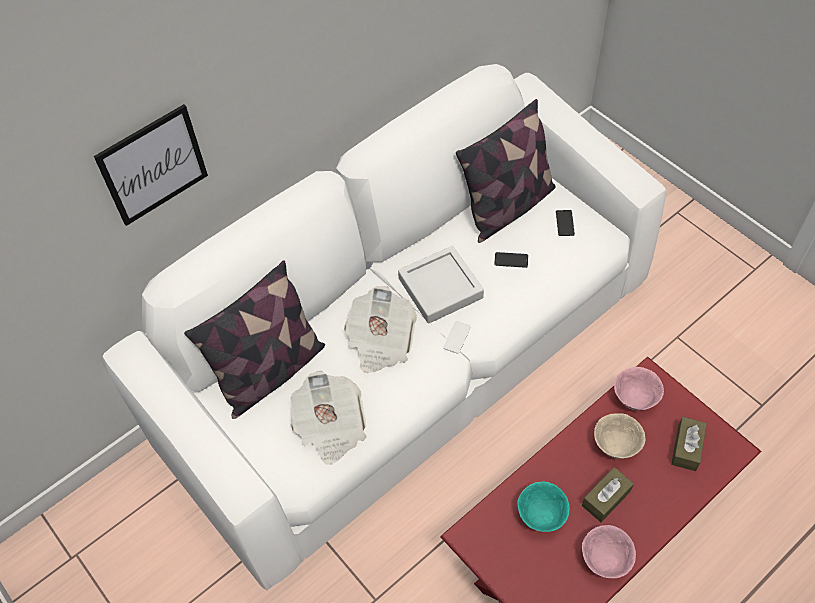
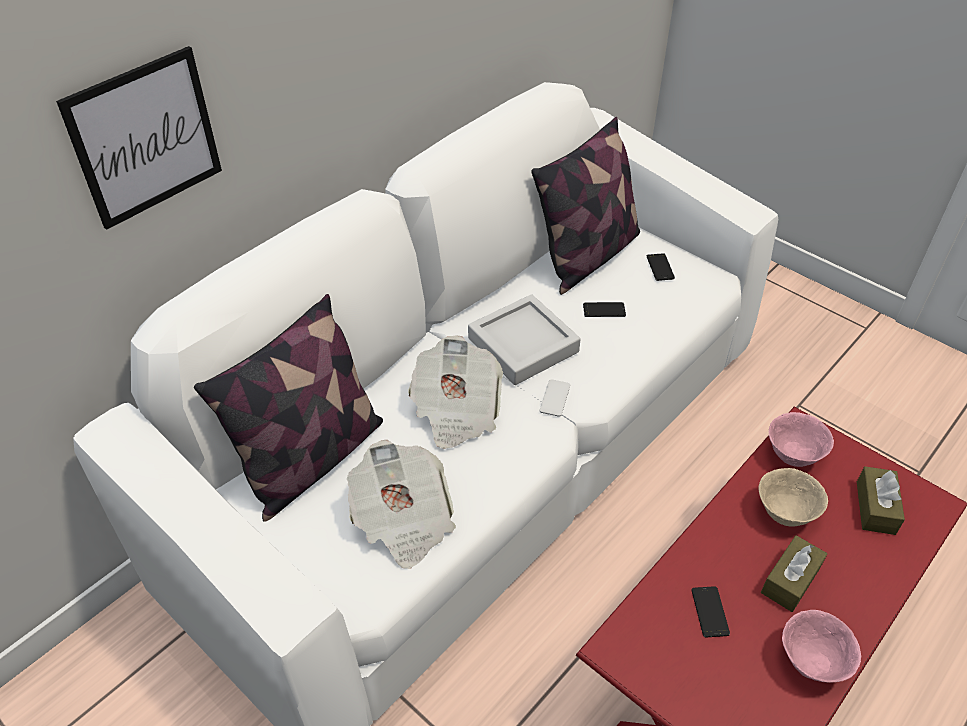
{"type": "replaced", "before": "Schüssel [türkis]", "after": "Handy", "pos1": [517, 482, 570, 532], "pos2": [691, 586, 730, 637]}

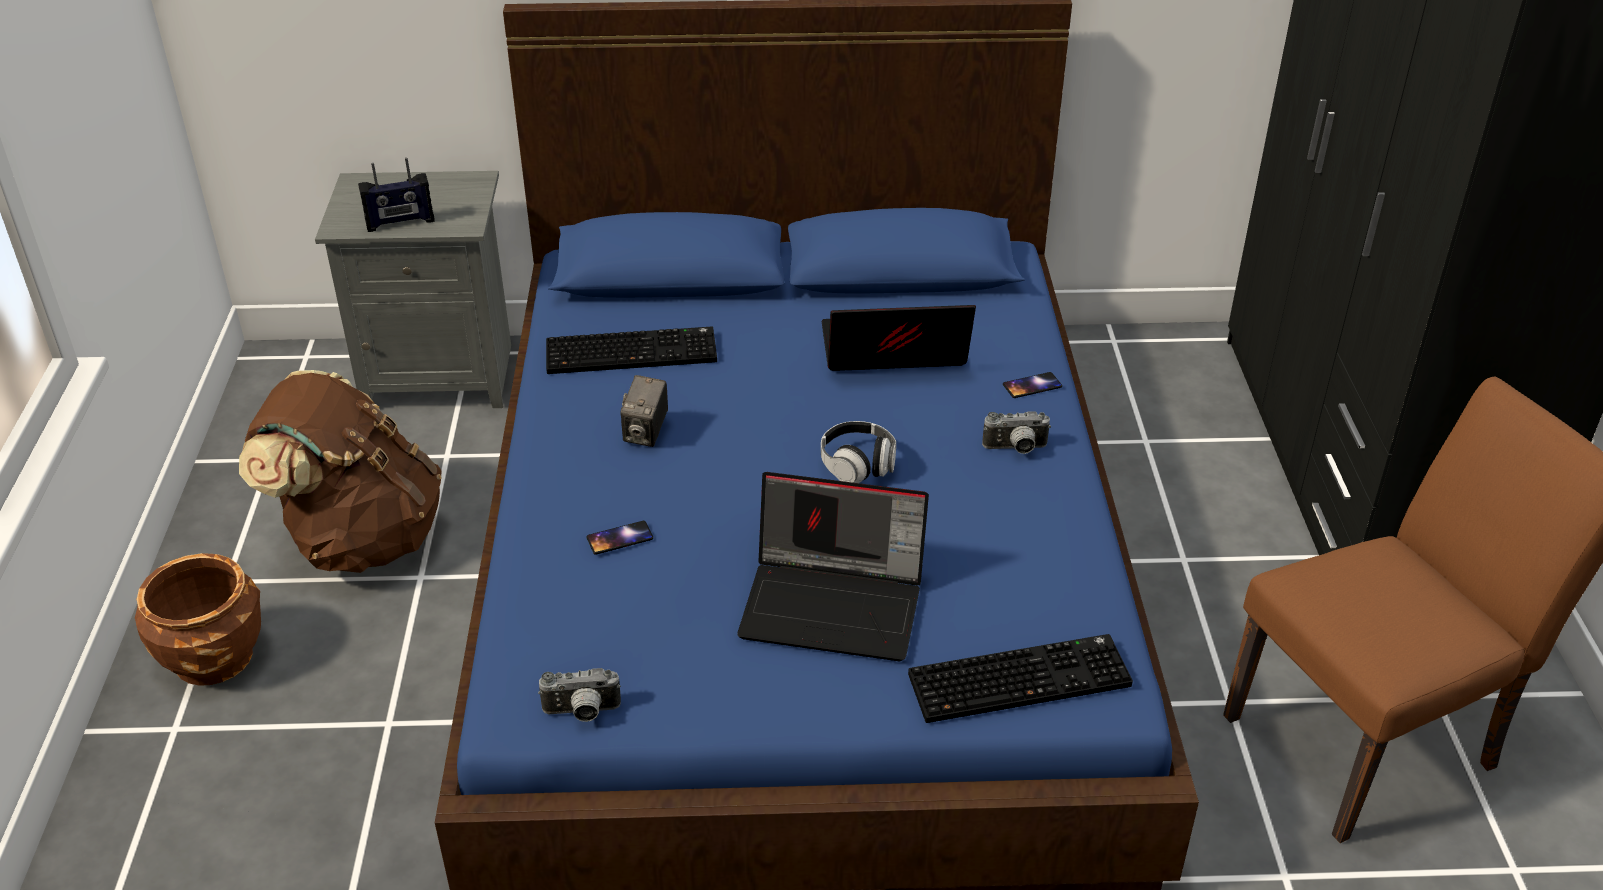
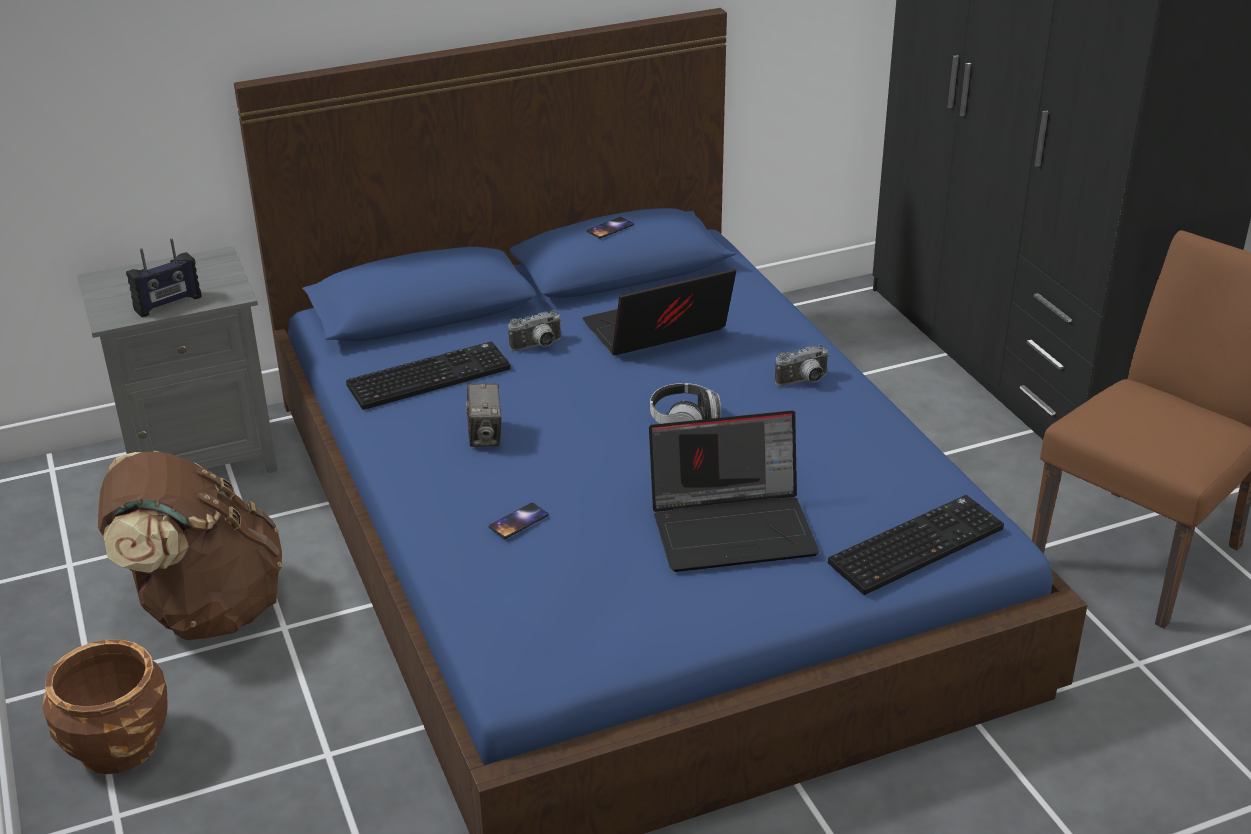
{"type": "moved", "before": "Kamera", "pos1": [538, 668, 621, 722], "pos2": [508, 310, 562, 351]}
{"type": "moved", "before": "Handy", "pos1": [1003, 372, 1062, 398], "pos2": [587, 217, 634, 239]}

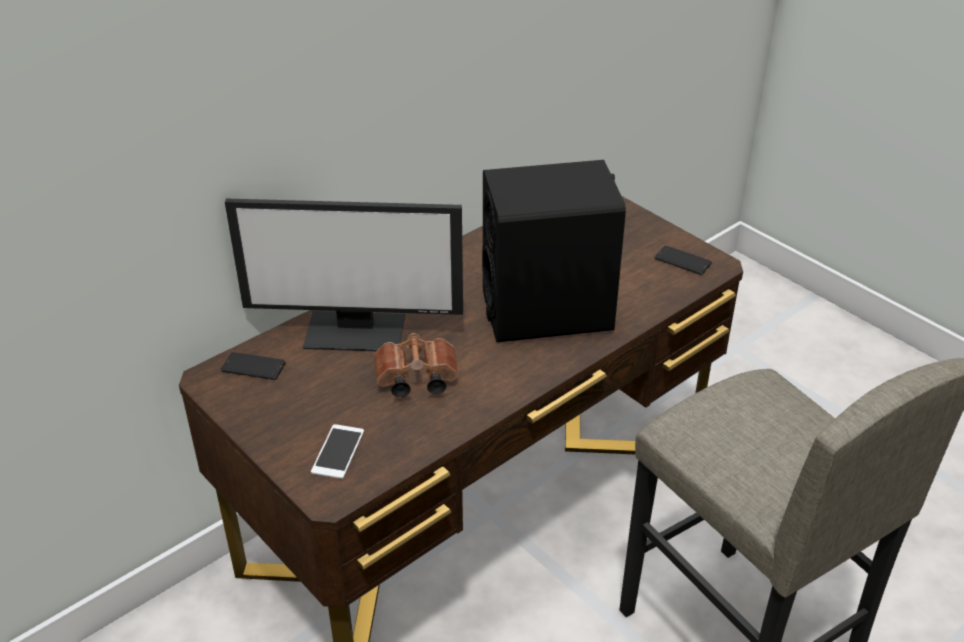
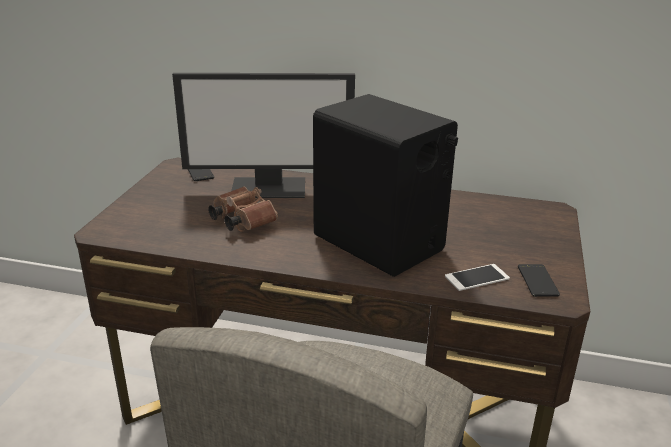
{"type": "moved", "before": "Handy", "pos1": [311, 424, 364, 479], "pos2": [445, 264, 510, 291]}
{"type": "turned", "before": "Monitor", "pos1": [225, 199, 463, 351], "pos2": [172, 73, 355, 198], "turn": -60}

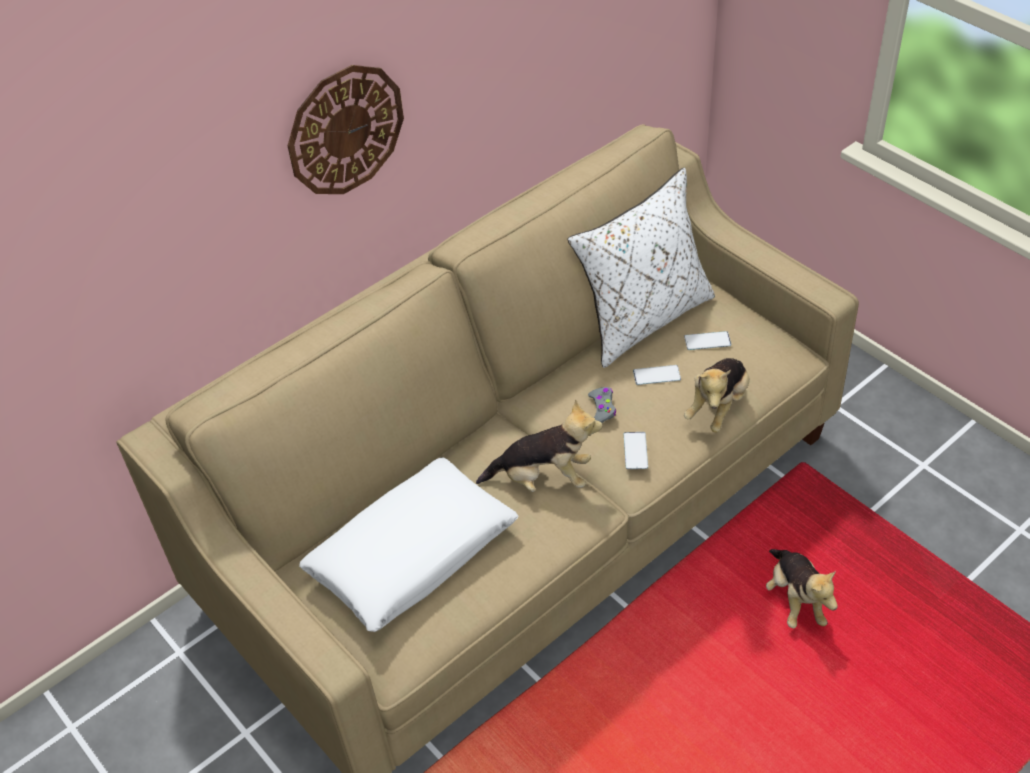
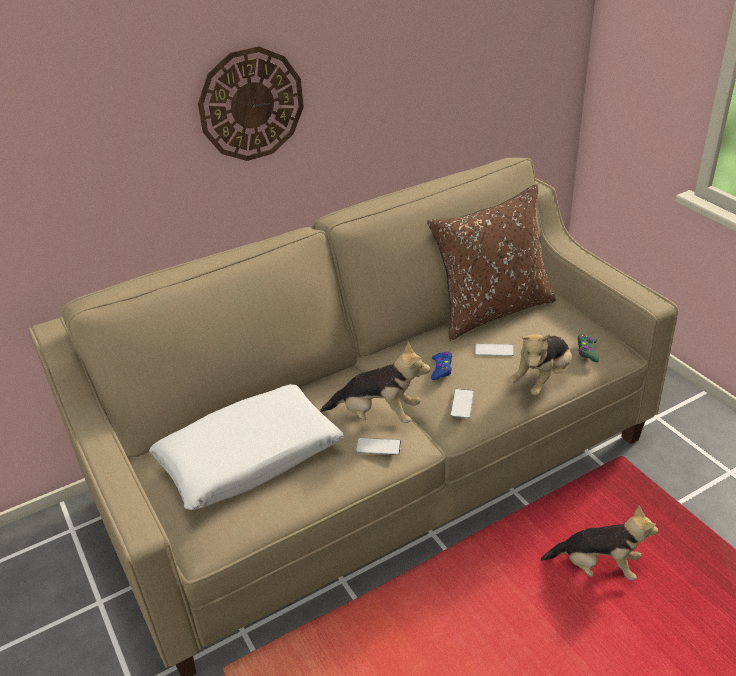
{"type": "added", "after": "Gamepad [grün]", "pos2": [578, 334, 599, 362]}
{"type": "moved", "before": "Handy", "pos1": [684, 331, 731, 350], "pos2": [356, 438, 401, 455]}
{"type": "recoloured", "before": "Kissen [weiß]", "after": "Kissen [braun]", "pos1": [568, 168, 715, 368], "pos2": [427, 184, 556, 340]}
{"type": "recoloured", "before": "Gamepad [grau]", "after": "Gamepad [blau]", "pos1": [588, 387, 616, 423], "pos2": [431, 352, 452, 380]}
{"type": "turned", "before": "Plüschtier", "pos1": [766, 549, 838, 628], "pos2": [541, 505, 658, 580], "turn": -75}

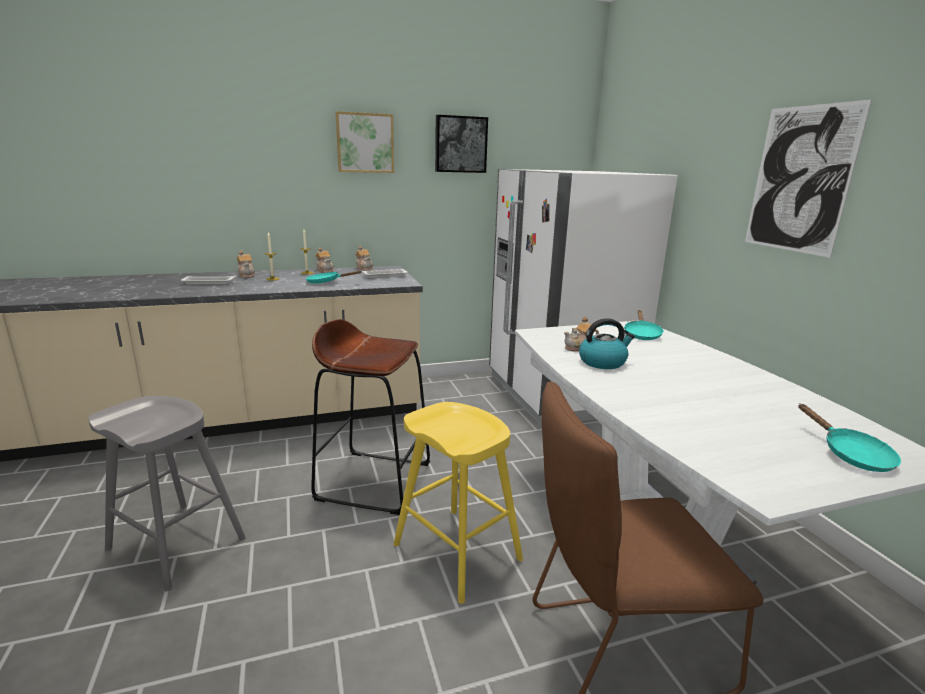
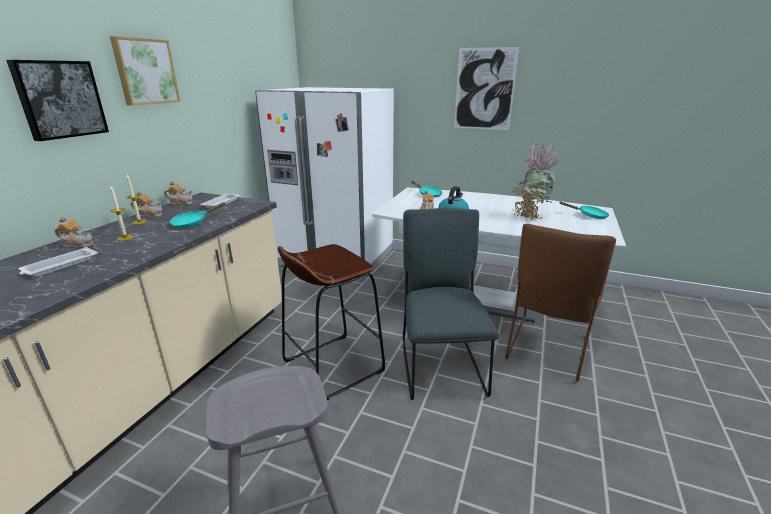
{"type": "added", "after": "Topfpflanze", "pos2": [512, 144, 560, 221]}
{"type": "moved", "before": "Bild", "pos1": [435, 115, 488, 173], "pos2": [6, 60, 109, 141]}
{"type": "replaced", "before": "Hocker [gelb]", "after": "Stuhl [grau]", "pos1": [393, 402, 523, 604], "pos2": [403, 208, 499, 400]}

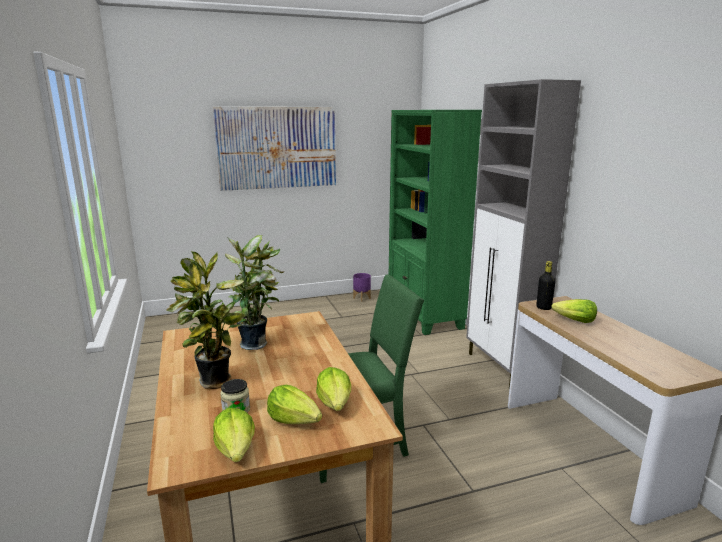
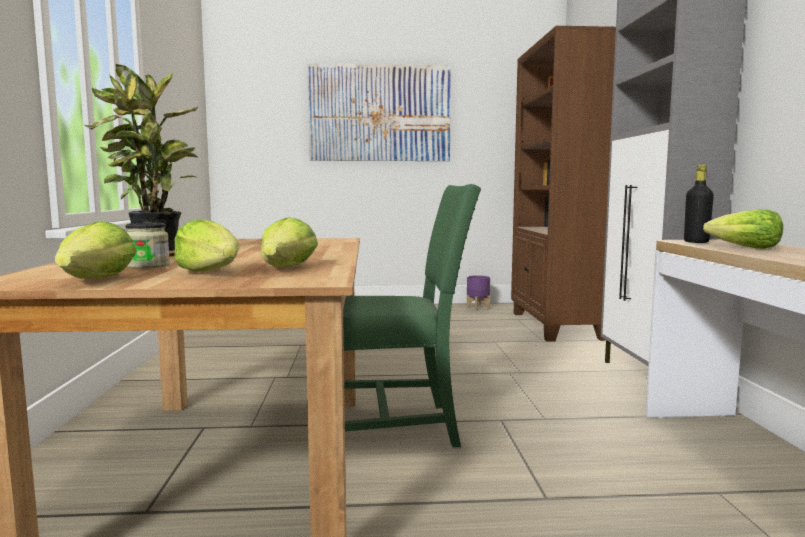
{"type": "removed", "before": "Topfpflanze", "pos1": [223, 235, 283, 350]}
{"type": "recoloured", "before": "Bücherregal [grün]", "after": "Bücherregal [braun]", "pos1": [389, 110, 482, 335], "pos2": [511, 26, 616, 342]}

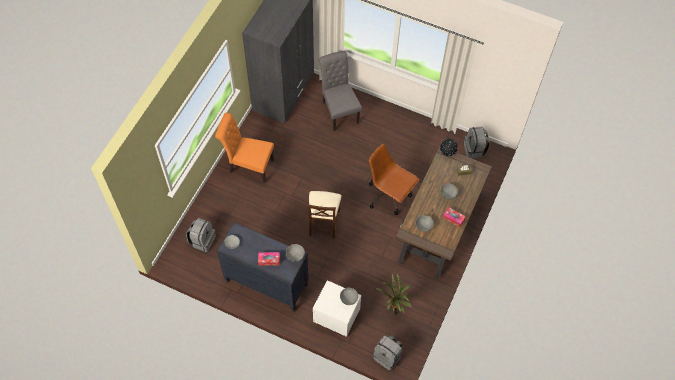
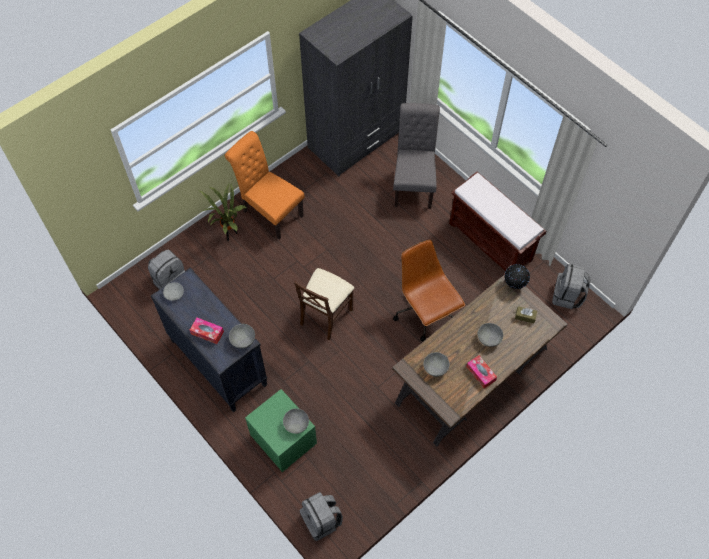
{"type": "added", "after": "Bank [braun]", "pos2": [449, 172, 546, 271]}
{"type": "moved", "before": "Topfpflanze", "pos1": [375, 274, 412, 315], "pos2": [200, 184, 248, 241]}
{"type": "recoloured", "before": "Nachttisch [weiß]", "after": "Nachttisch [grün]", "pos1": [313, 280, 362, 337], "pos2": [245, 389, 317, 472]}

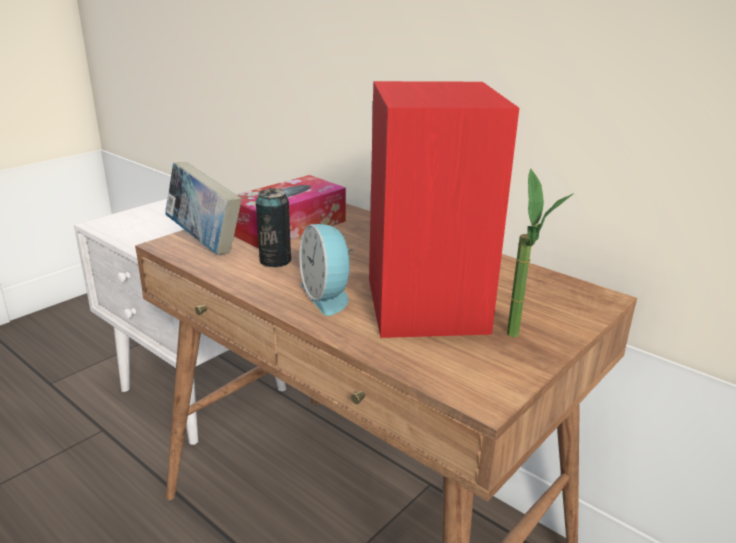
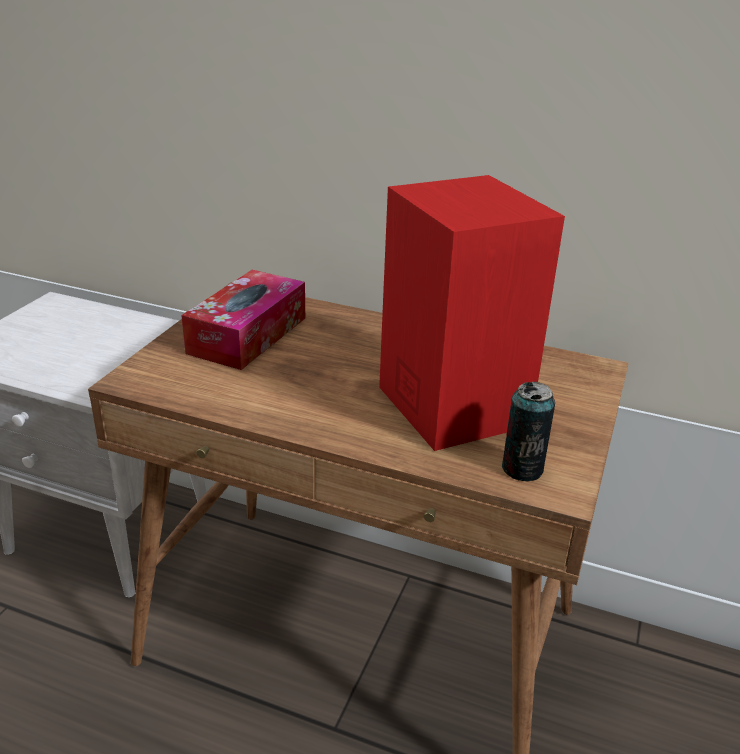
{"type": "removed", "before": "Buch", "pos1": [165, 162, 242, 255]}
{"type": "removed", "before": "Wecker", "pos1": [299, 224, 354, 316]}
{"type": "removed", "before": "Topfpflanze", "pos1": [507, 168, 574, 337]}
{"type": "moved", "before": "Dose", "pos1": [256, 188, 291, 267], "pos2": [502, 382, 555, 481]}

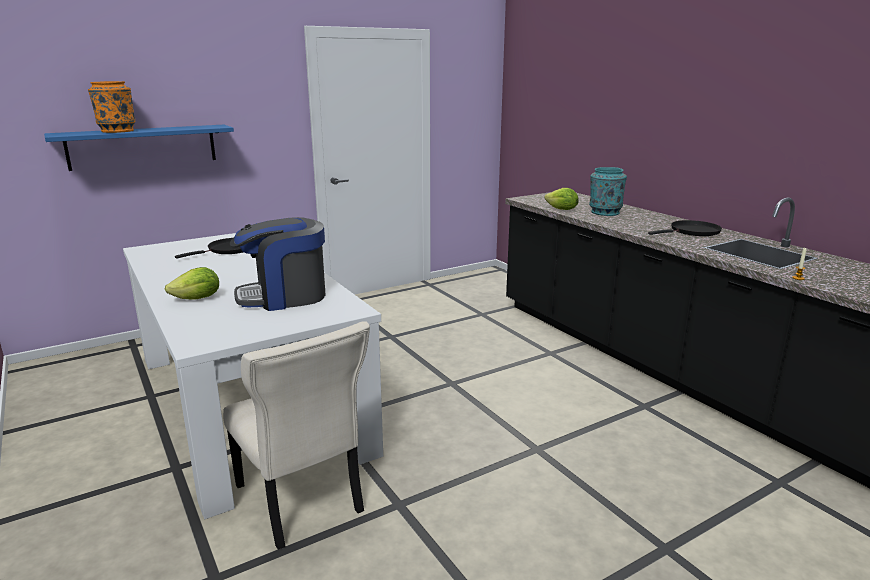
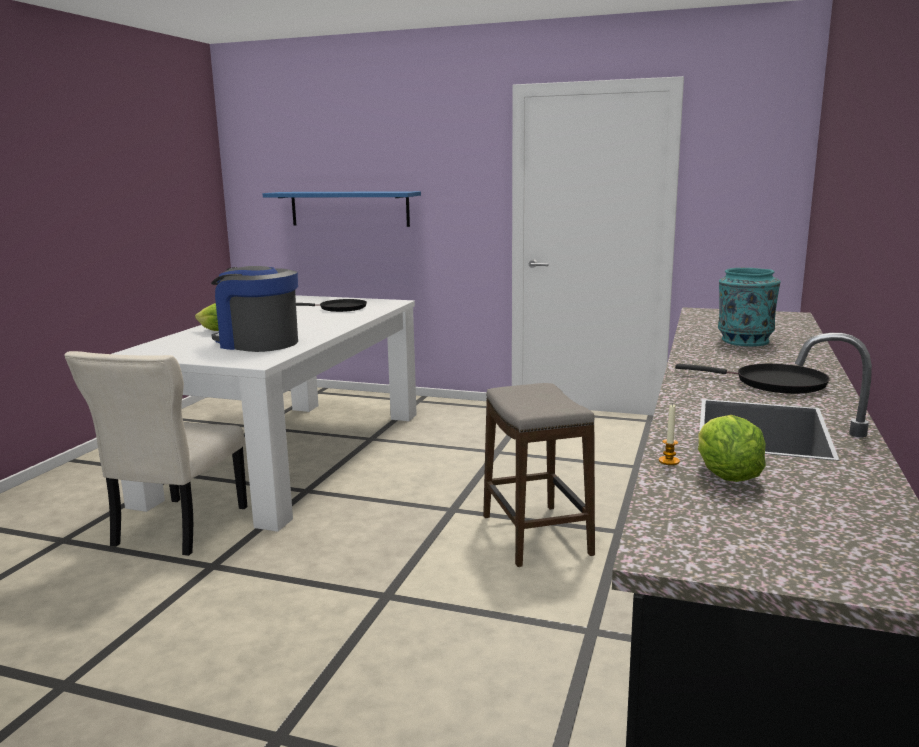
{"type": "removed", "before": "Vase [orange]", "pos1": [88, 81, 136, 133]}
{"type": "added", "after": "Hocker", "pos2": [483, 383, 595, 567]}
{"type": "moved", "before": "Salatkopf", "pos1": [544, 188, 578, 210], "pos2": [698, 415, 766, 482]}

